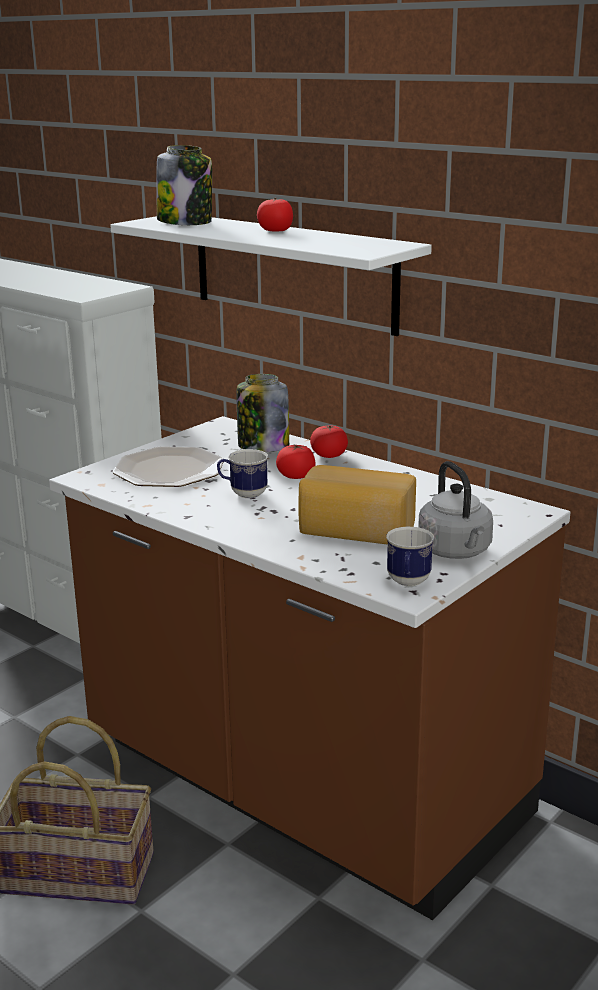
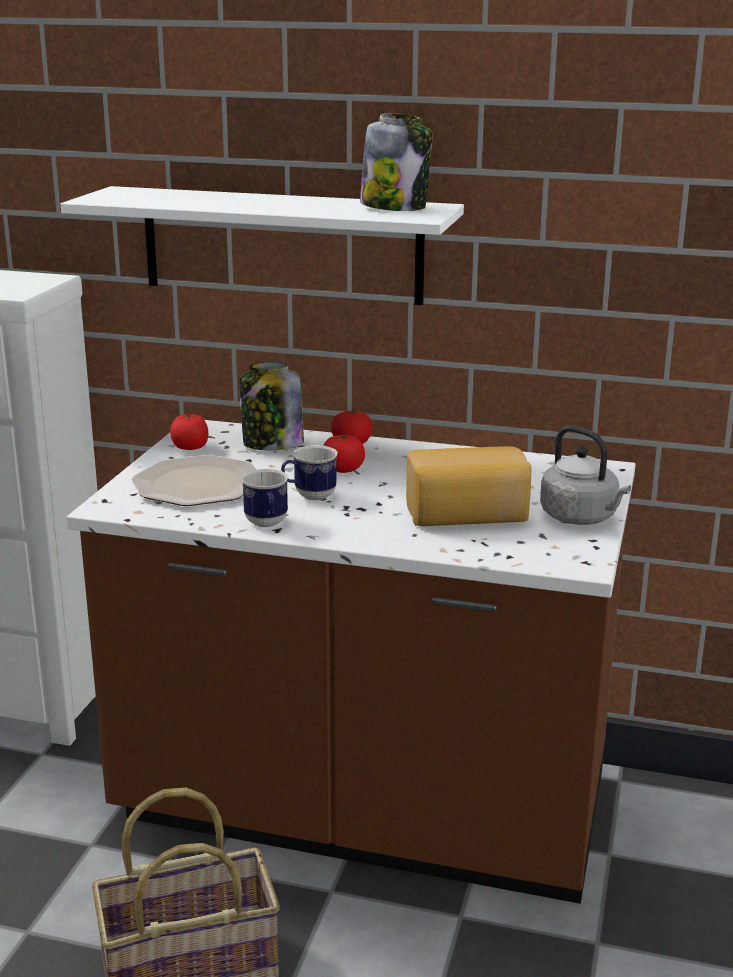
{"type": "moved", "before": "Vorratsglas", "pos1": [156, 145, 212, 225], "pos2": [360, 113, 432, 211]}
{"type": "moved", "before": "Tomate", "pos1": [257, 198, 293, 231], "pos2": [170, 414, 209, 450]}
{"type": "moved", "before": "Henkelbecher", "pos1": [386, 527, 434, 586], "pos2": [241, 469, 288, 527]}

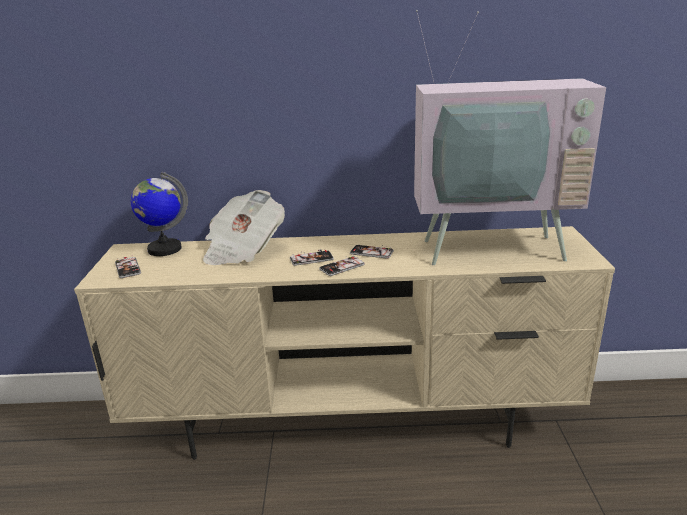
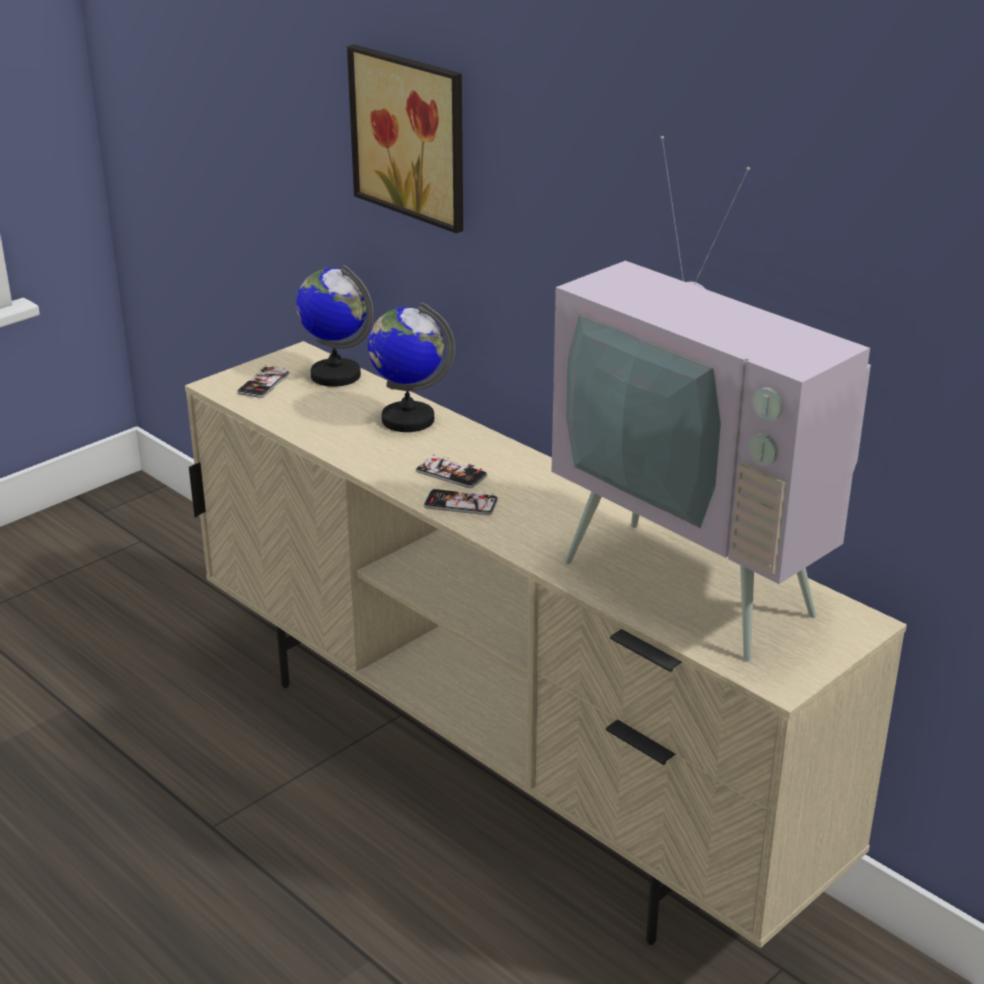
{"type": "removed", "before": "Handy", "pos1": [350, 245, 394, 258]}
{"type": "added", "after": "Bild", "pos2": [347, 44, 463, 233]}
{"type": "replaced", "before": "Zeitung", "after": "Globus", "pos1": [203, 190, 285, 265], "pos2": [368, 302, 455, 432]}

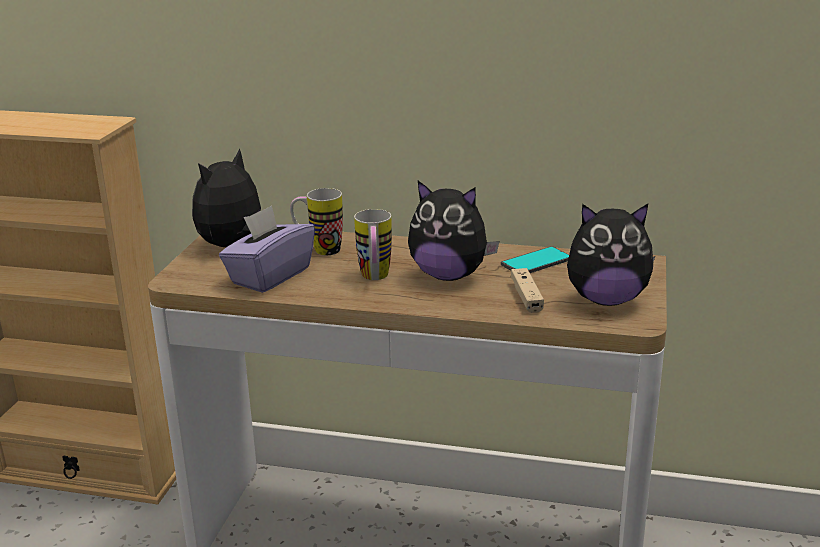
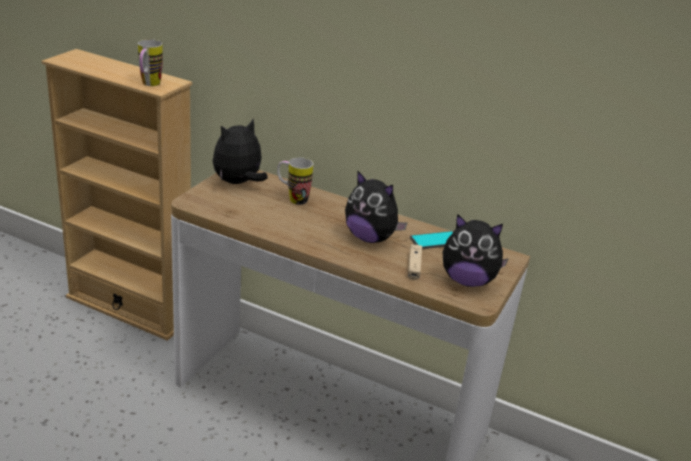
{"type": "removed", "before": "Taschentuchbox [lila]", "pos1": [219, 205, 315, 293]}
{"type": "moved", "before": "Henkelbecher", "pos1": [354, 209, 392, 280], "pos2": [138, 39, 163, 86]}

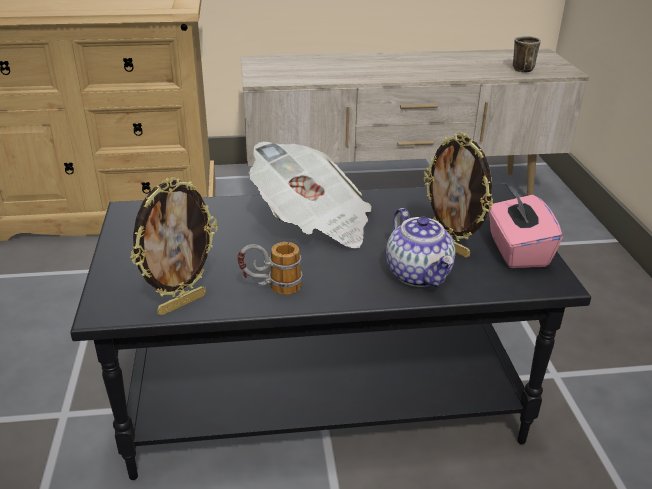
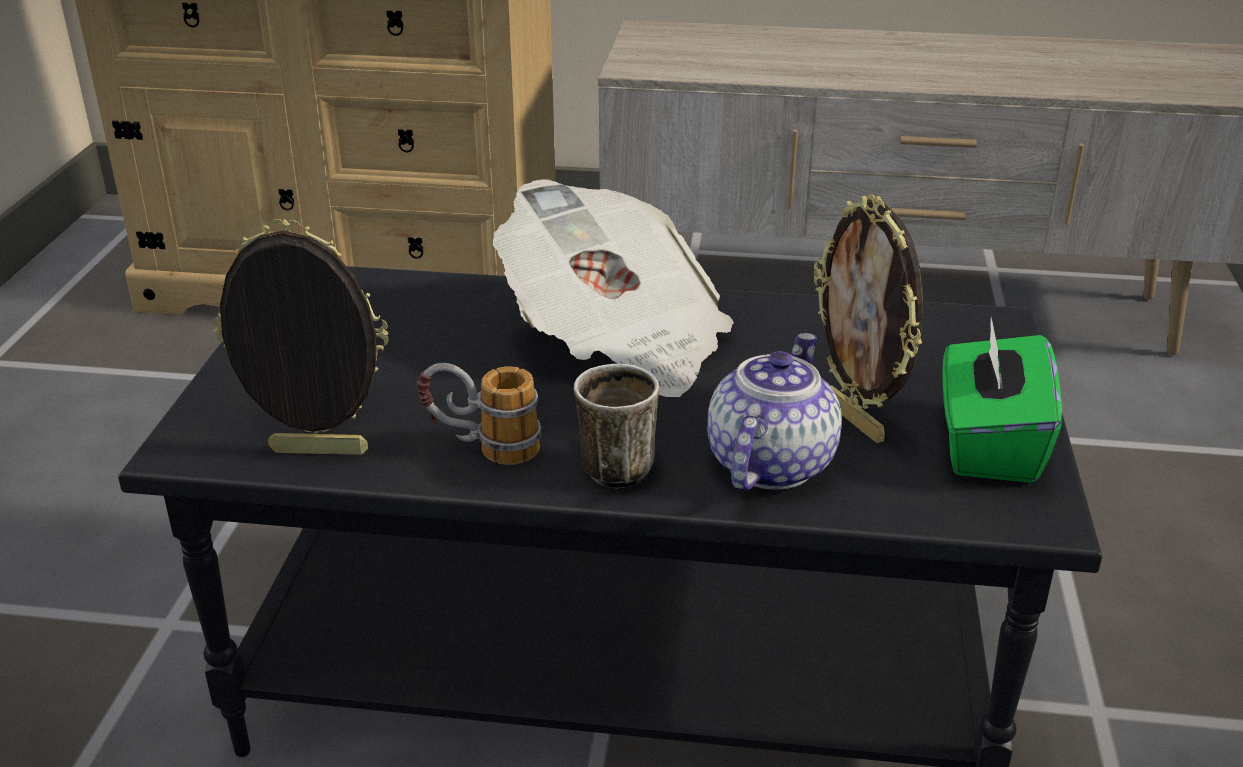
{"type": "moved", "before": "Henkelbecher", "pos1": [513, 36, 541, 72], "pos2": [573, 364, 659, 489]}
{"type": "recoloured", "before": "Taschentuchbox [rosa]", "after": "Taschentuchbox [grün]", "pos1": [489, 189, 563, 268], "pos2": [942, 318, 1062, 483]}
{"type": "turned", "before": "Bilderrahmen", "pos1": [131, 177, 218, 316], "pos2": [213, 219, 389, 455], "turn": -150}
{"type": "turned", "before": "Teekanne", "pos1": [386, 208, 455, 287], "pos2": [707, 333, 842, 490], "turn": -150}

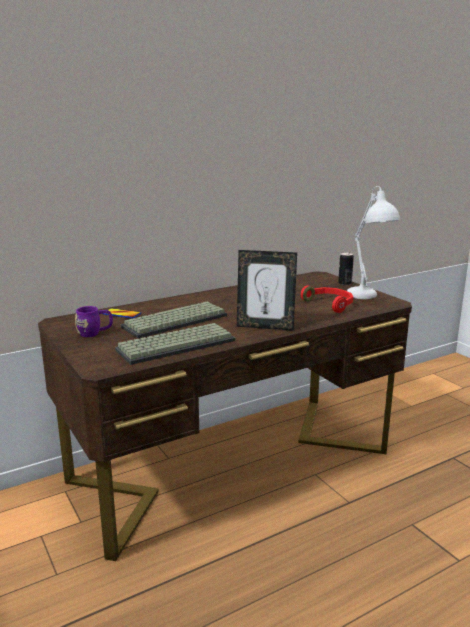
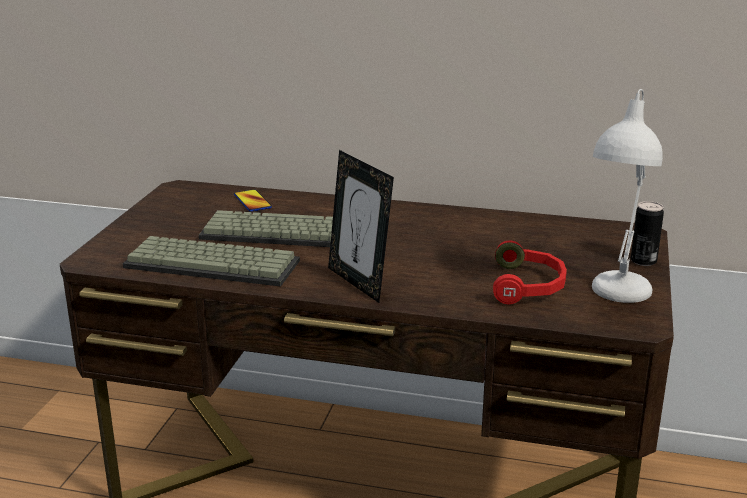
{"type": "removed", "before": "Henkelbecher [lila]", "pos1": [75, 306, 113, 337]}

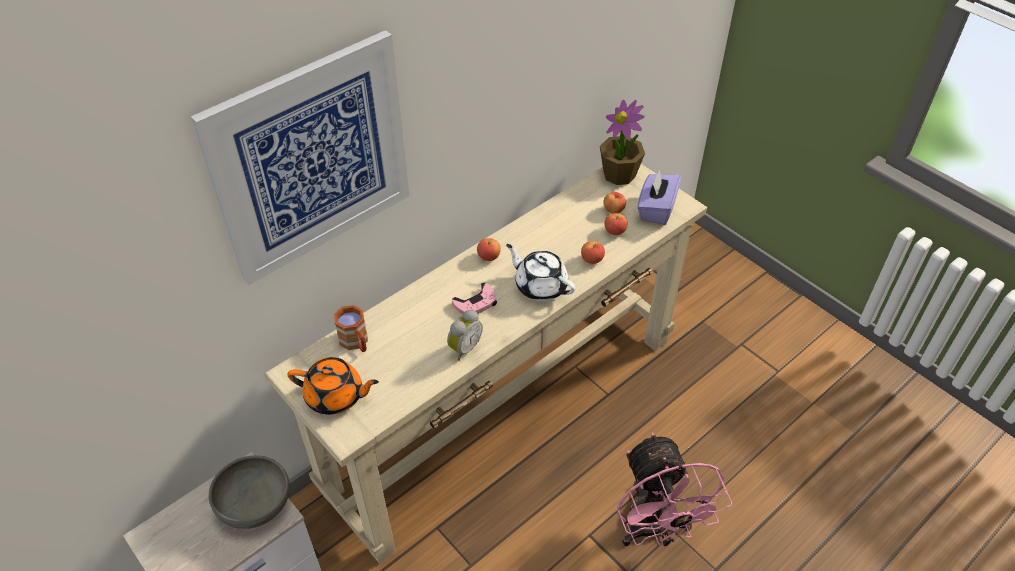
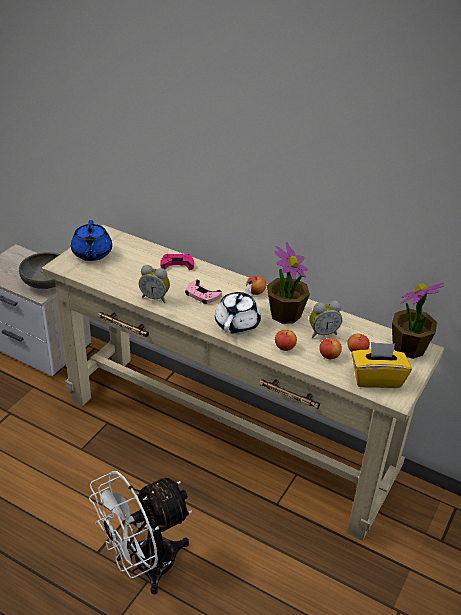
{"type": "removed", "before": "Bild", "pos1": [191, 30, 409, 285]}
{"type": "removed", "before": "Henkelbecher [braun]", "pos1": [334, 305, 368, 352]}
{"type": "added", "after": "Gamepad [rosa]", "pos2": [161, 254, 194, 270]}
{"type": "added", "after": "Topfpflanze", "pos2": [267, 242, 310, 324]}
{"type": "added", "after": "Wecker", "pos2": [309, 301, 342, 338]}
{"type": "recoloured", "before": "Teekanne [orange]", "after": "Teekanne [blau]", "pos1": [288, 357, 379, 415], "pos2": [71, 220, 112, 261]}
{"type": "recoloured", "before": "Ventilator [rosa]", "after": "Ventilator [weiß]", "pos1": [617, 432, 732, 547], "pos2": [89, 471, 192, 594]}
{"type": "recoloured", "before": "Taschentuchbox [lila]", "after": "Taschentuchbox [gelb]", "pos1": [637, 170, 681, 225], "pos2": [351, 342, 412, 388]}

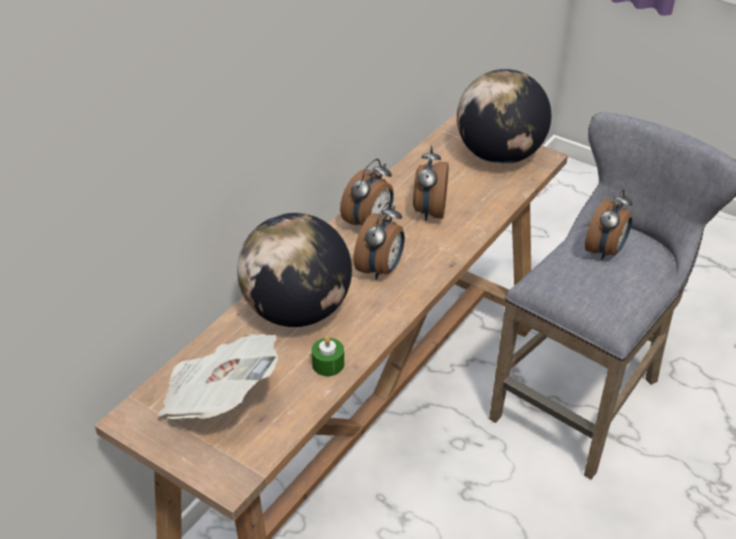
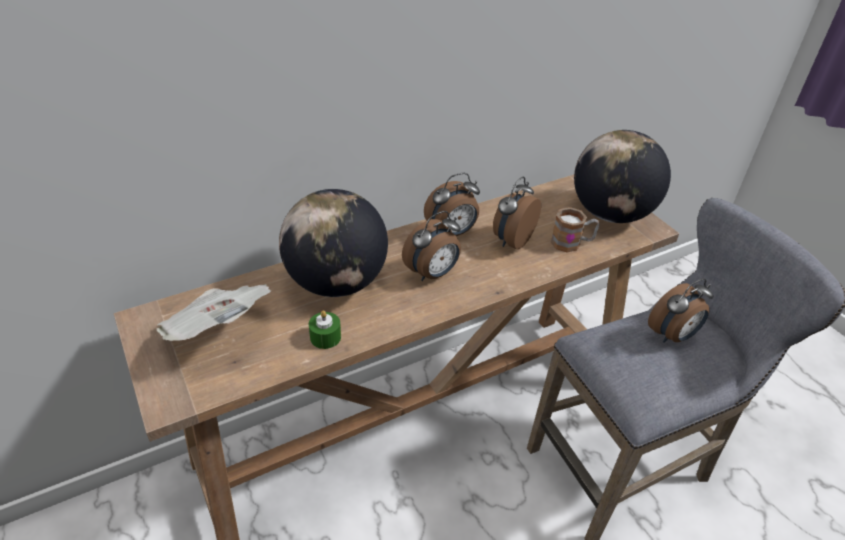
{"type": "added", "after": "Henkelbecher", "pos2": [551, 207, 599, 252]}

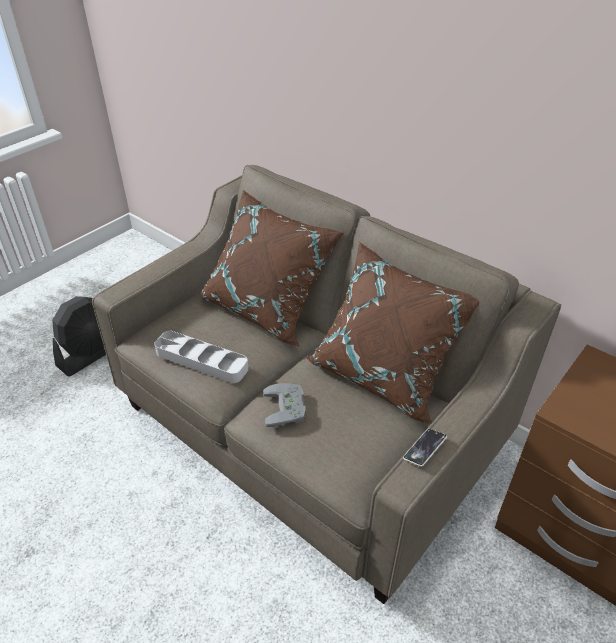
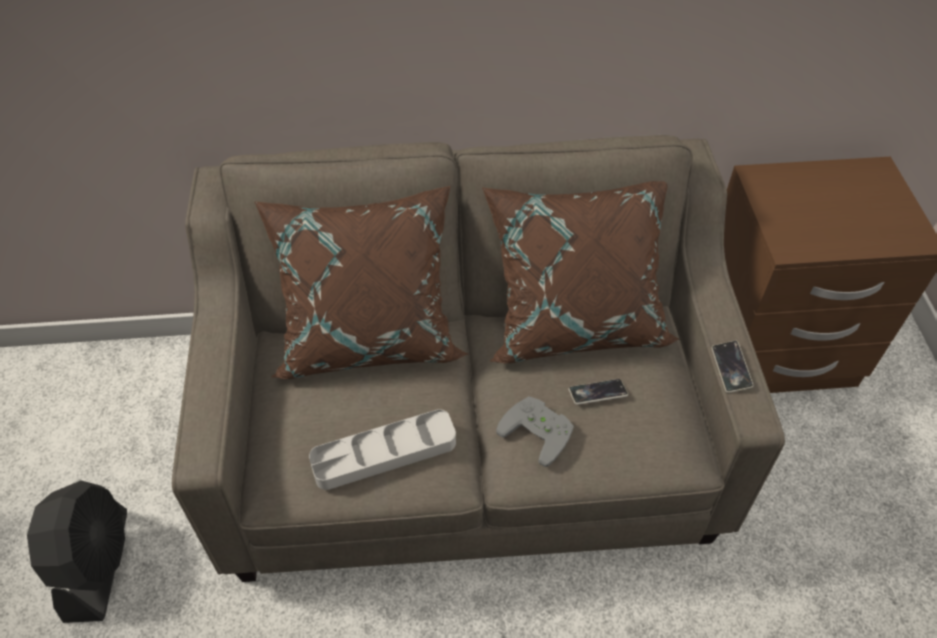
{"type": "added", "after": "Handy", "pos2": [569, 379, 628, 405]}

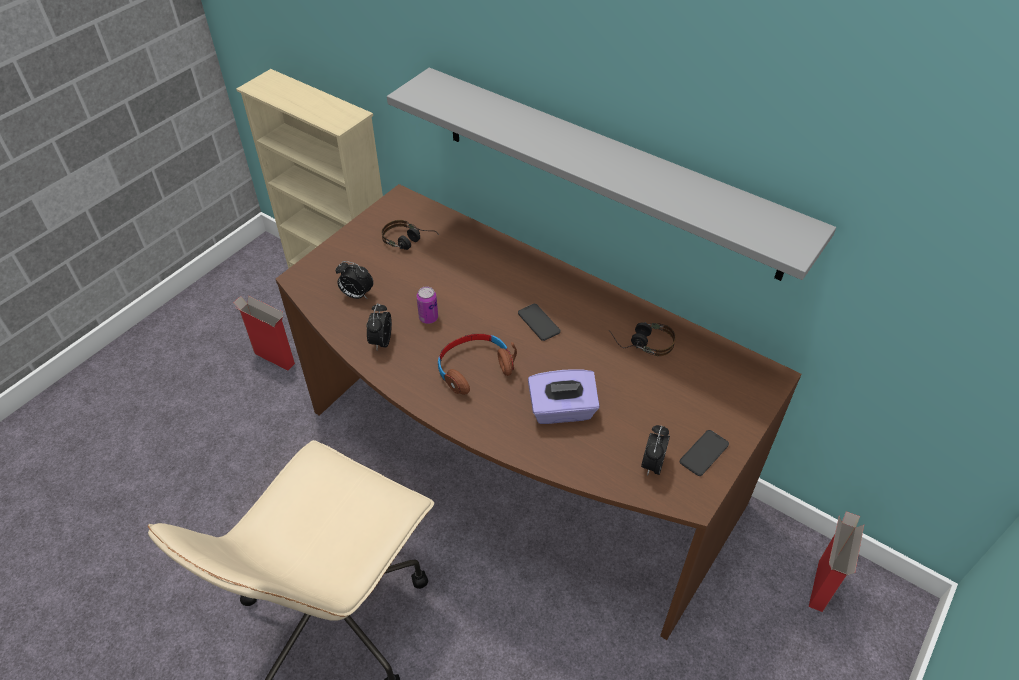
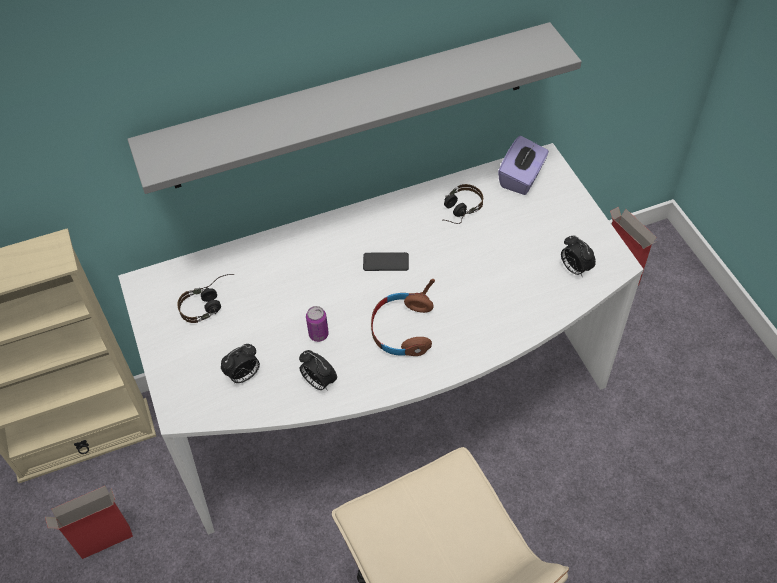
{"type": "removed", "before": "Handy", "pos1": [680, 430, 729, 476]}
{"type": "moved", "before": "Taschentuchbox [lila]", "pos1": [528, 369, 600, 424], "pos2": [498, 136, 549, 195]}
{"type": "recoloured", "before": "Schreibtisch [braun]", "after": "Schreibtisch [weiß]", "pos1": [276, 184, 801, 640], "pos2": [118, 143, 644, 535]}

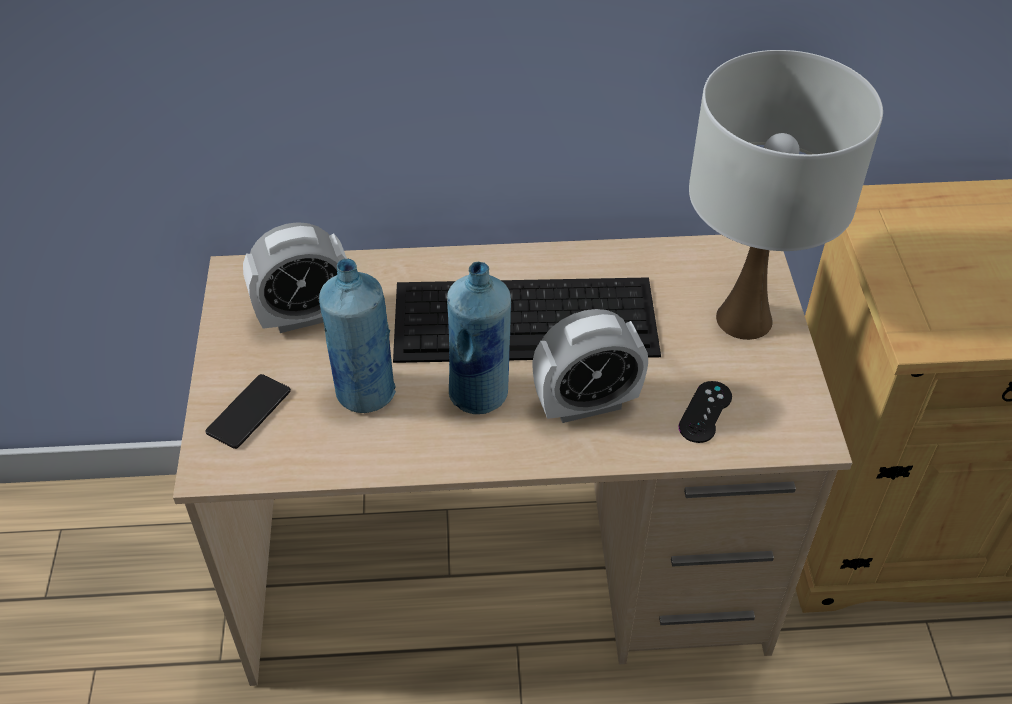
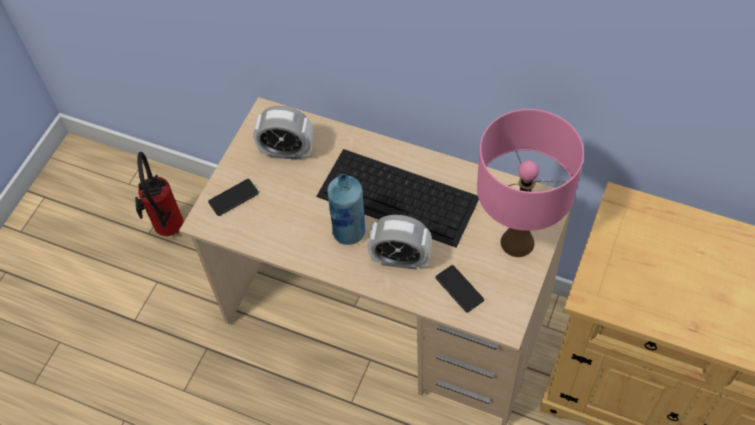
{"type": "removed", "before": "Flasche [blau]", "pos1": [319, 259, 396, 413]}
{"type": "added", "after": "Feuerlöscher", "pos2": [135, 152, 183, 236]}
{"type": "replaced", "before": "Gamepad [schwarz]", "after": "Handy", "pos1": [679, 381, 732, 443], "pos2": [435, 265, 484, 313]}
{"type": "recoloured", "before": "Tischlampe [weiß]", "after": "Tischlampe [rosa]", "pos1": [689, 50, 883, 340], "pos2": [477, 109, 584, 257]}

